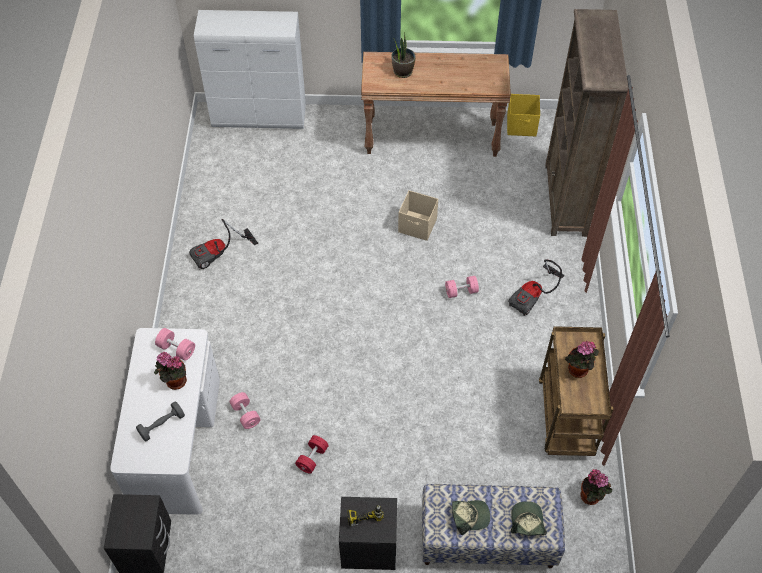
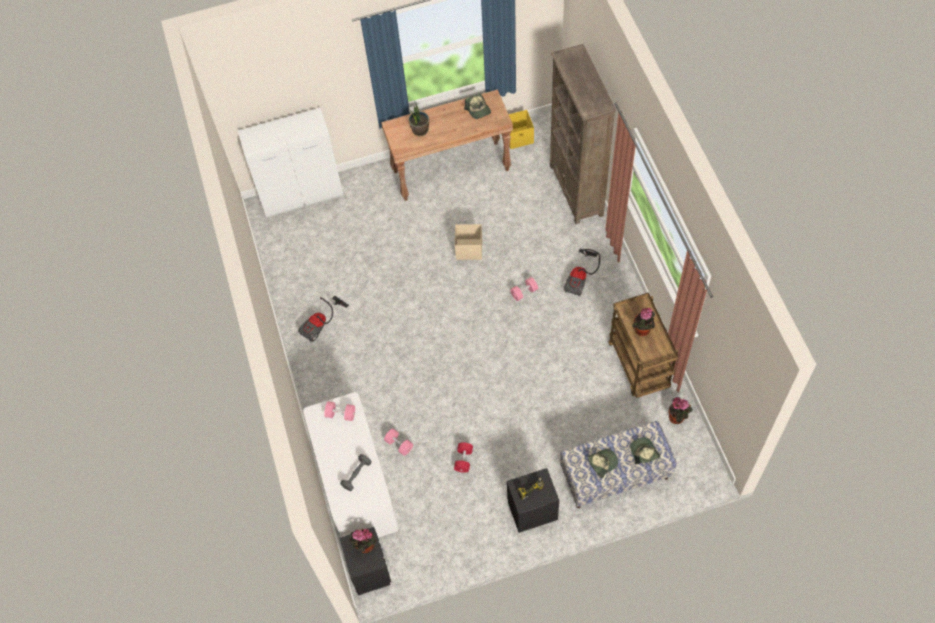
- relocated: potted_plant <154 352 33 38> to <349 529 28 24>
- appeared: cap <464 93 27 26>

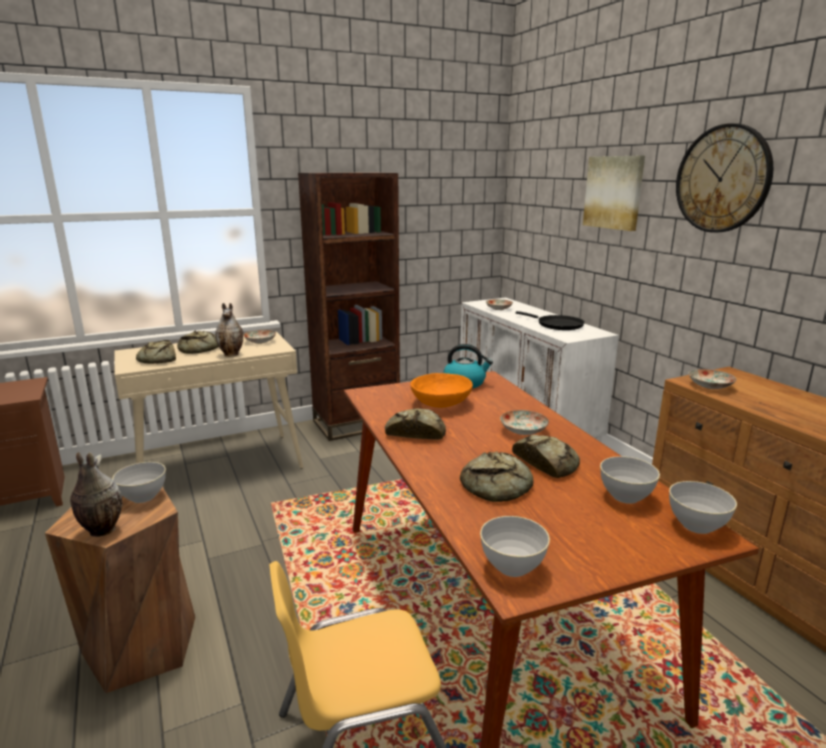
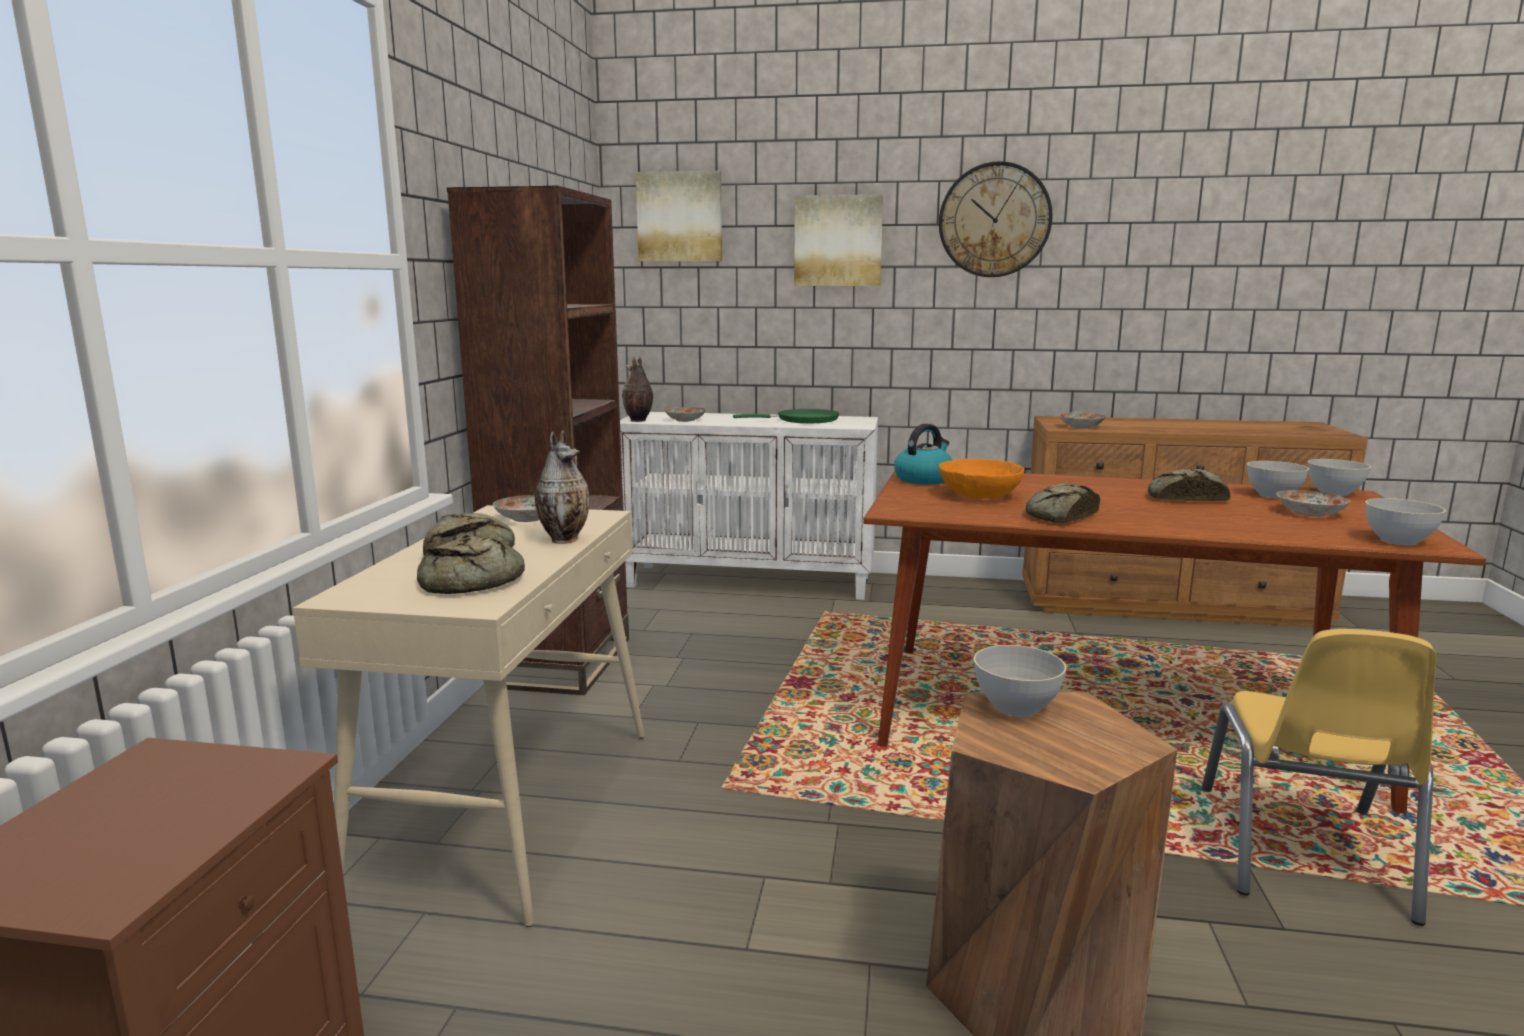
- relocated: vase <70 452 52 85> to <622 356 31 66>
- appeared: picture <636 171 86 91>
- colour: black_frying_pan <516 311 69 19> to green_frying_pan <733 409 106 14>
- relocated: plate <500 410 49 25> to <1276 490 75 27>
- missing: bread <460 451 74 51>

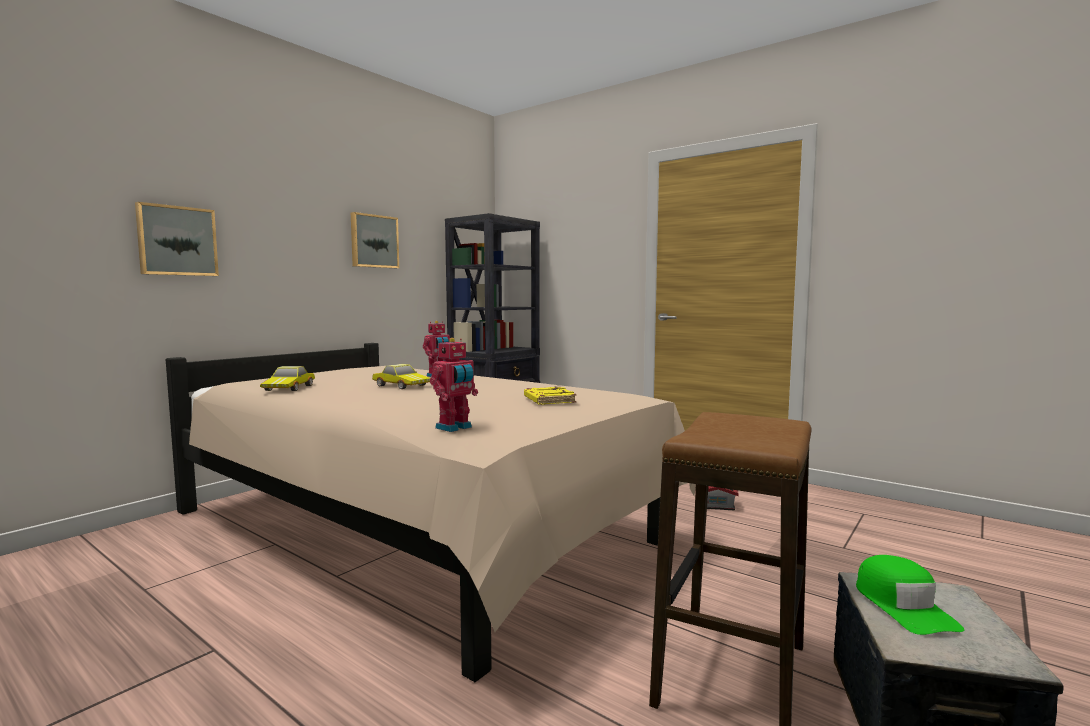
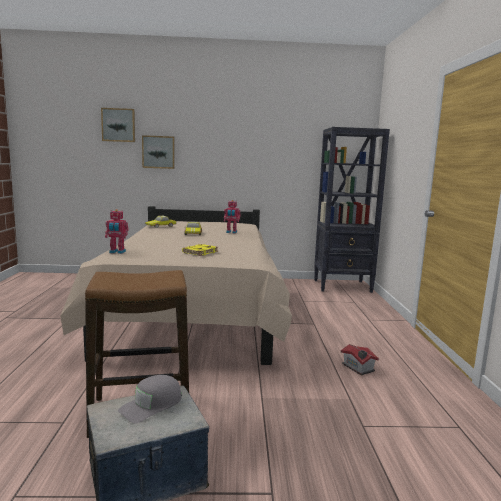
- relocated: picture <351 212 48 56> to <101 108 34 34>
- colour: green_cap <856 555 108 80> to grey_cap <118 375 64 48>

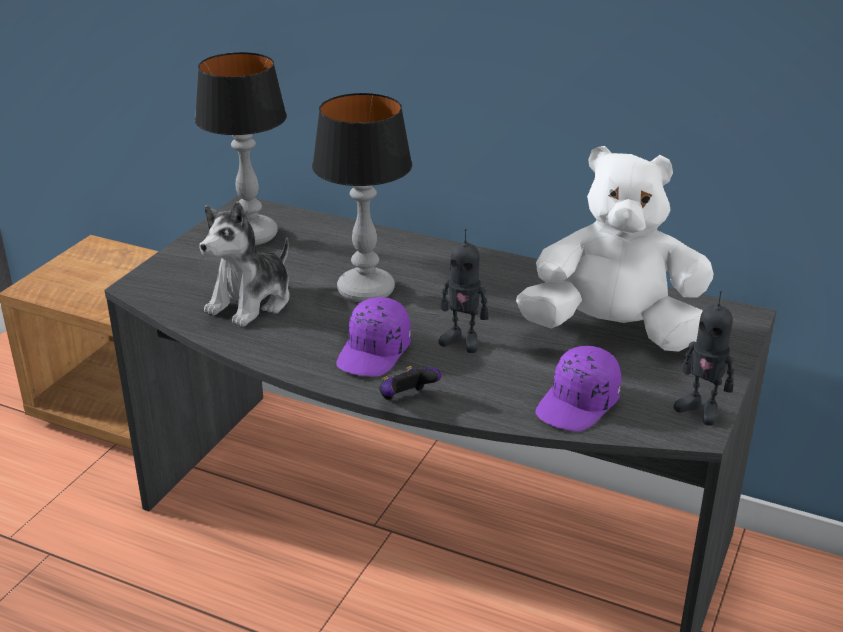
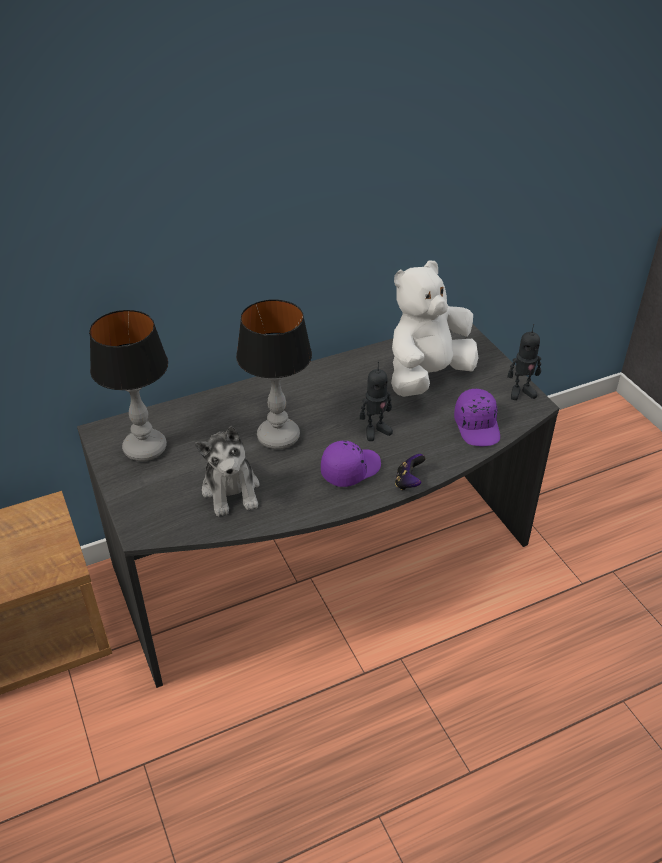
- spun: purple_cap <336 297 75 79> = <321 441 60 46> 105 degrees counterclockwise

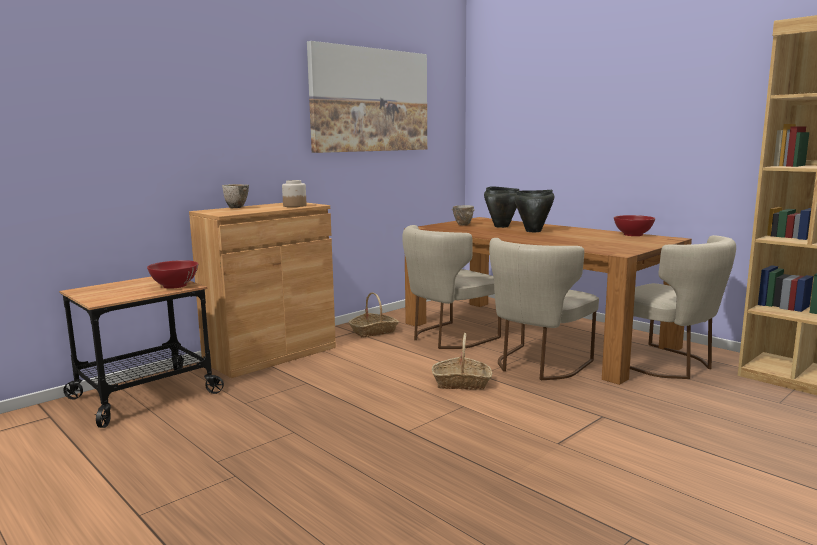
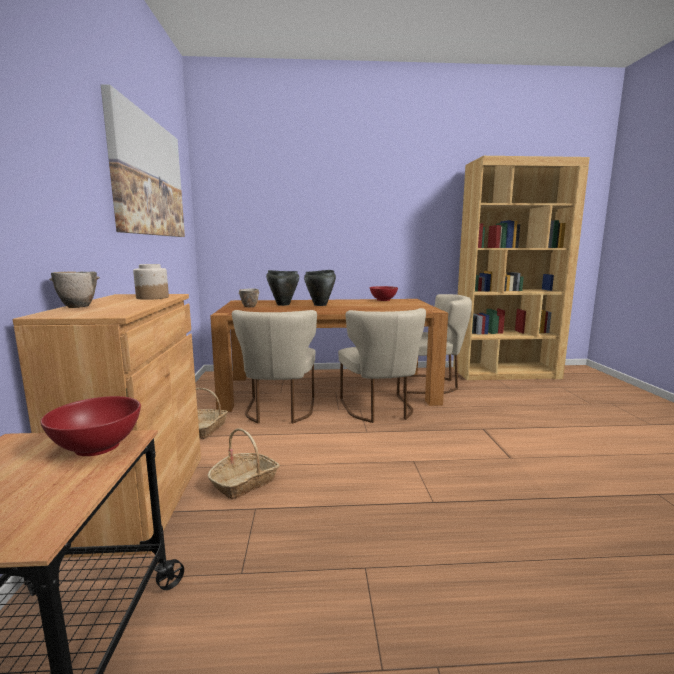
- relocated: basket <432 333 60 57> to <207 428 73 72>

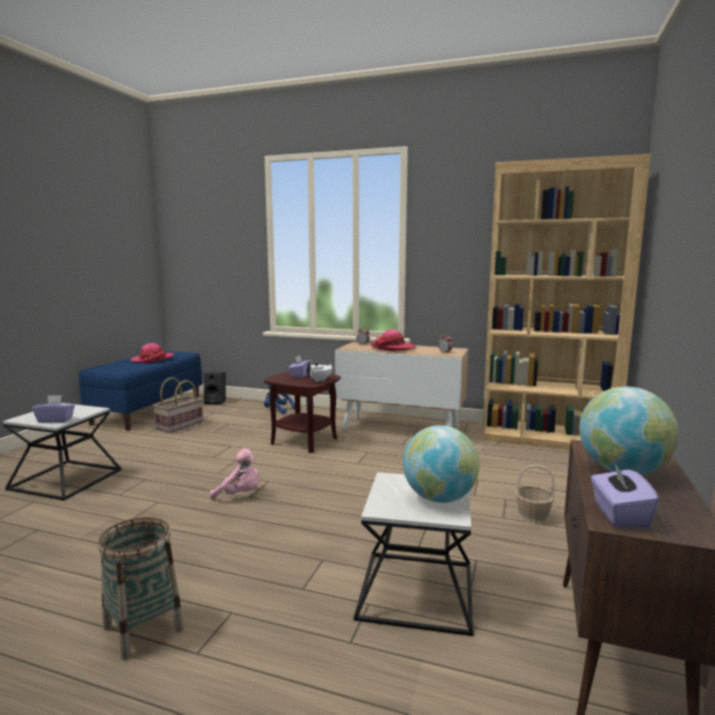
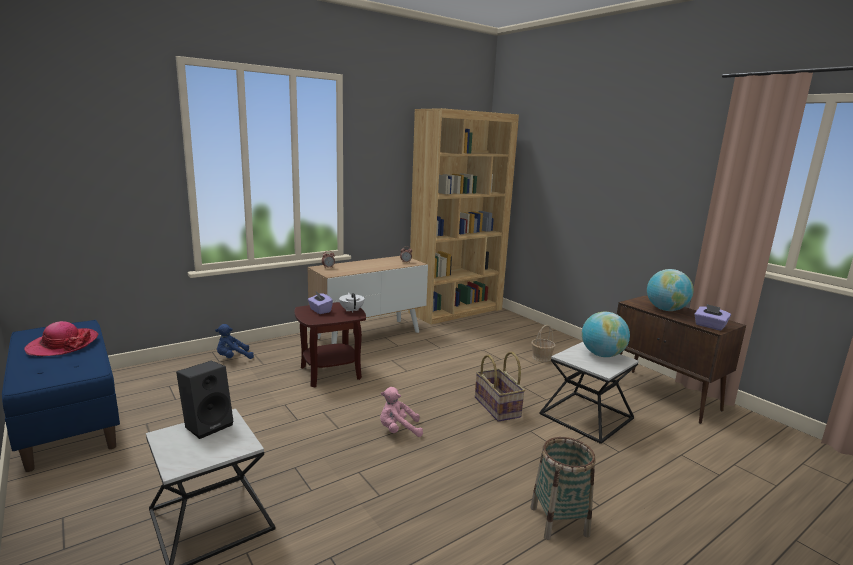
- relocated: black_speaker <204 372 22 33> to <176 361 58 78>
- spun: pink_plush_toy <209 448 50 52> = <380 387 43 50> 150 degrees counterclockwise
- relocated: basket <153 377 50 56> to <475 351 50 71>
- missing: purple_tissue_box <32 395 43 28>
- missing: hat <370 330 46 21>

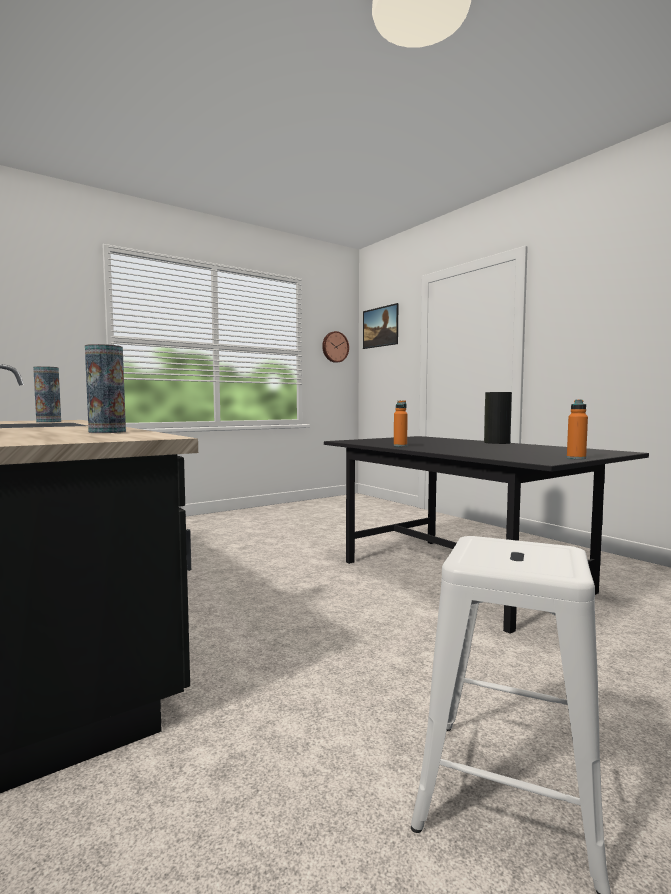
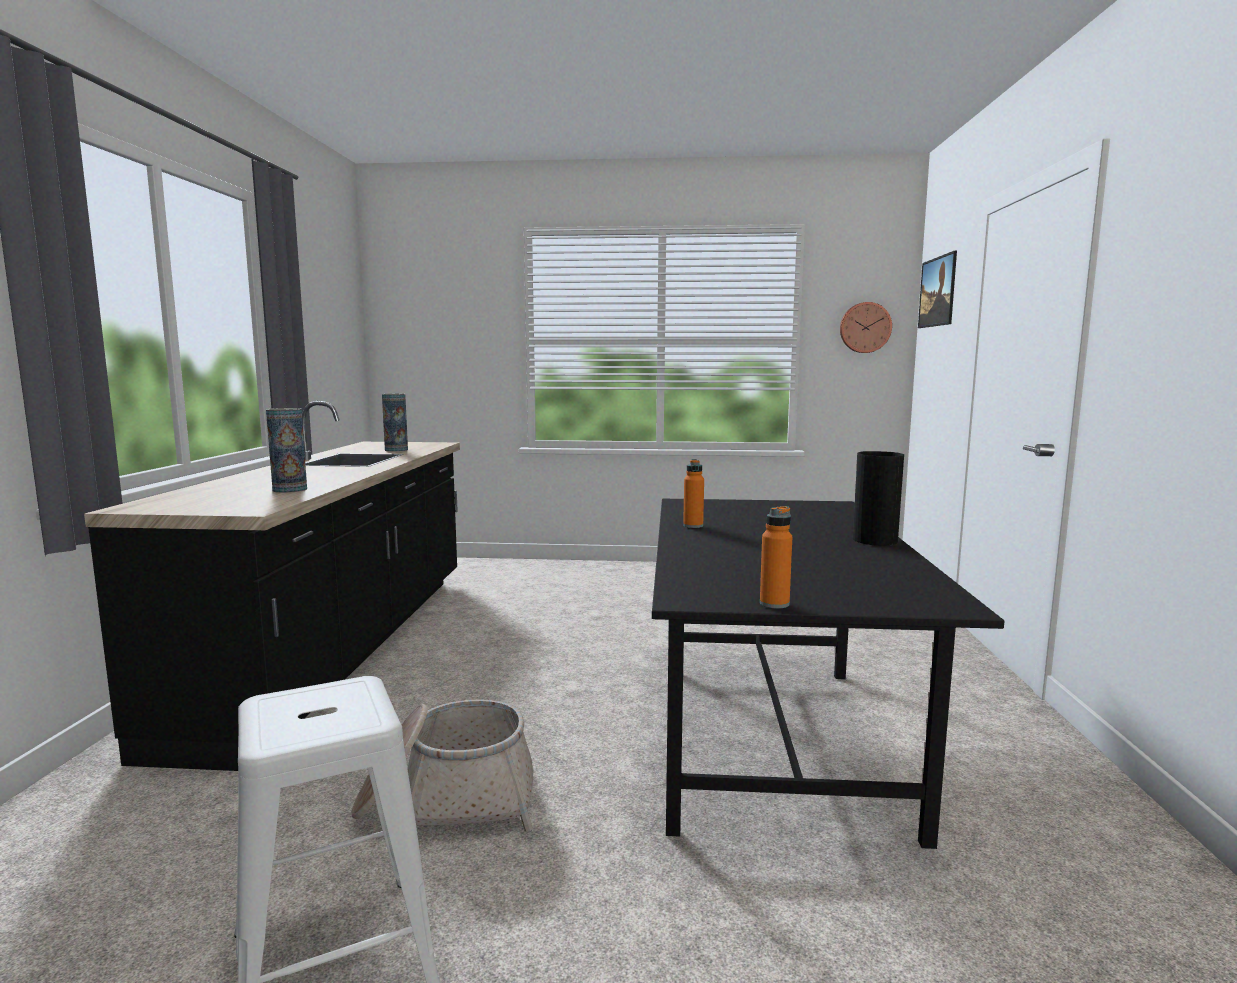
- appeared: basket <351 700 182 132>

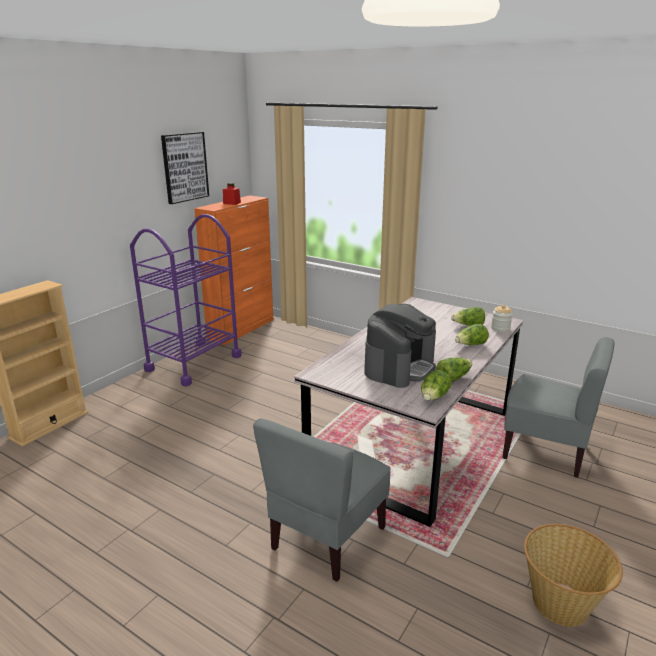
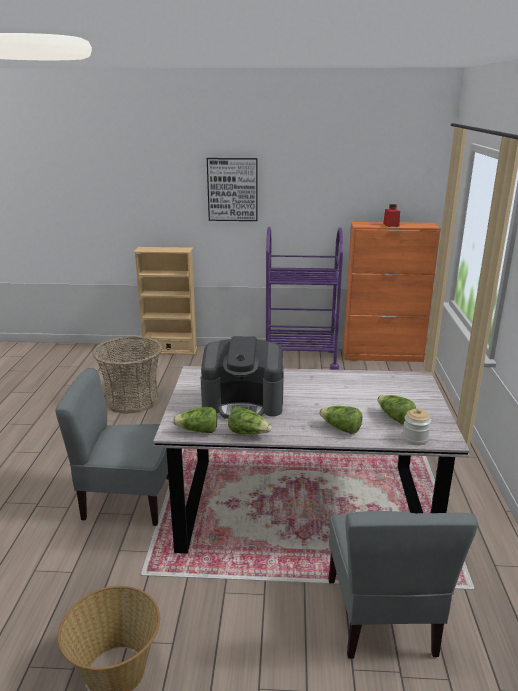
- appeared: basket <93 336 69 78>
- relocated: picture <161 132 48 72> to <207 158 50 63>

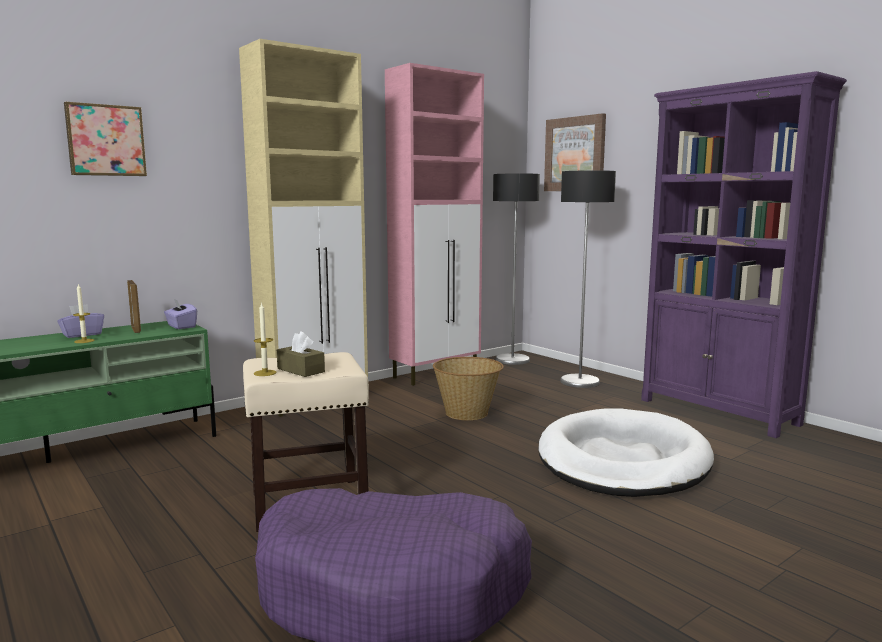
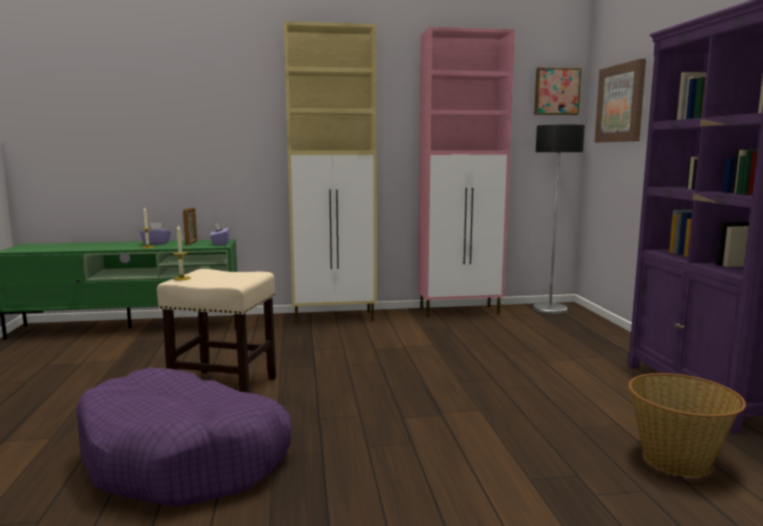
- relocated: picture <64 102 83 74> to <534 67 48 48>
- relocated: basket <433 357 71 63> to <628 373 118 104>
- missing: brown_tissue_box <277 331 48 46>
- missing: white_dog_bed <538 408 176 89>
- missing: floor_lamp <561 170 55 218>

